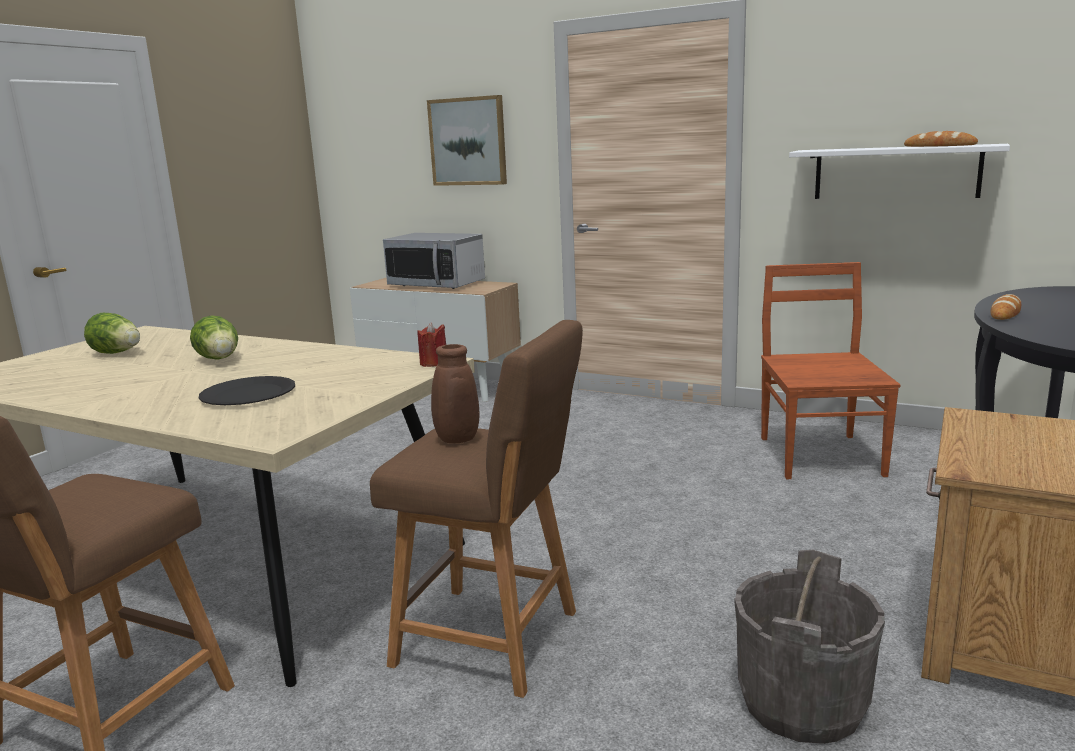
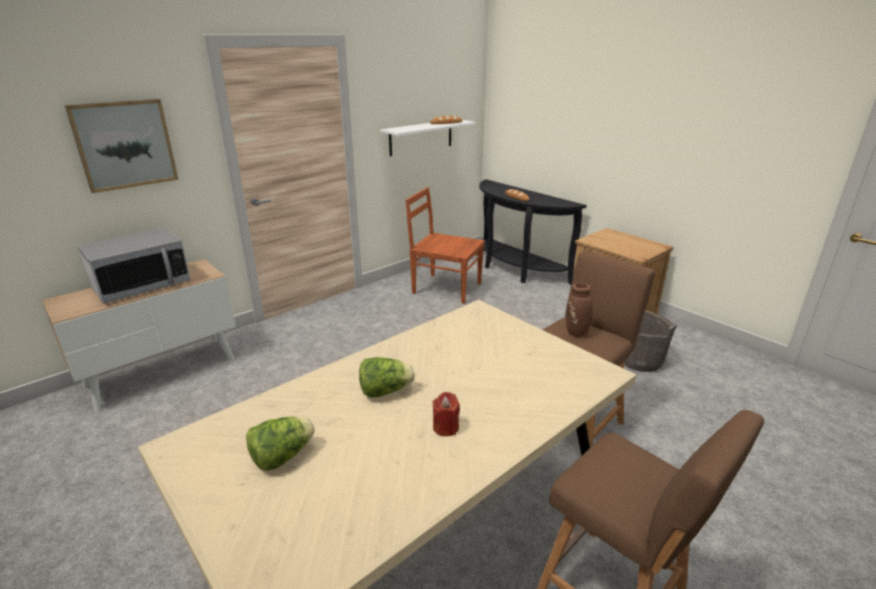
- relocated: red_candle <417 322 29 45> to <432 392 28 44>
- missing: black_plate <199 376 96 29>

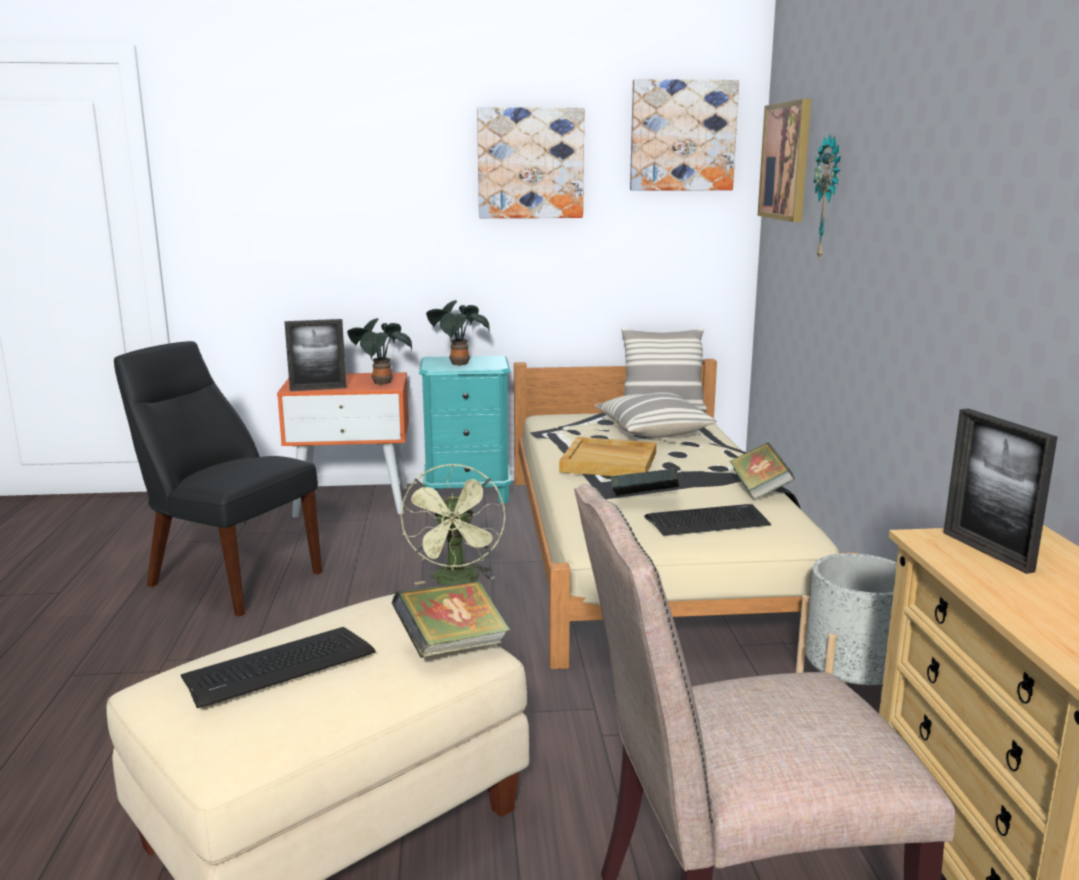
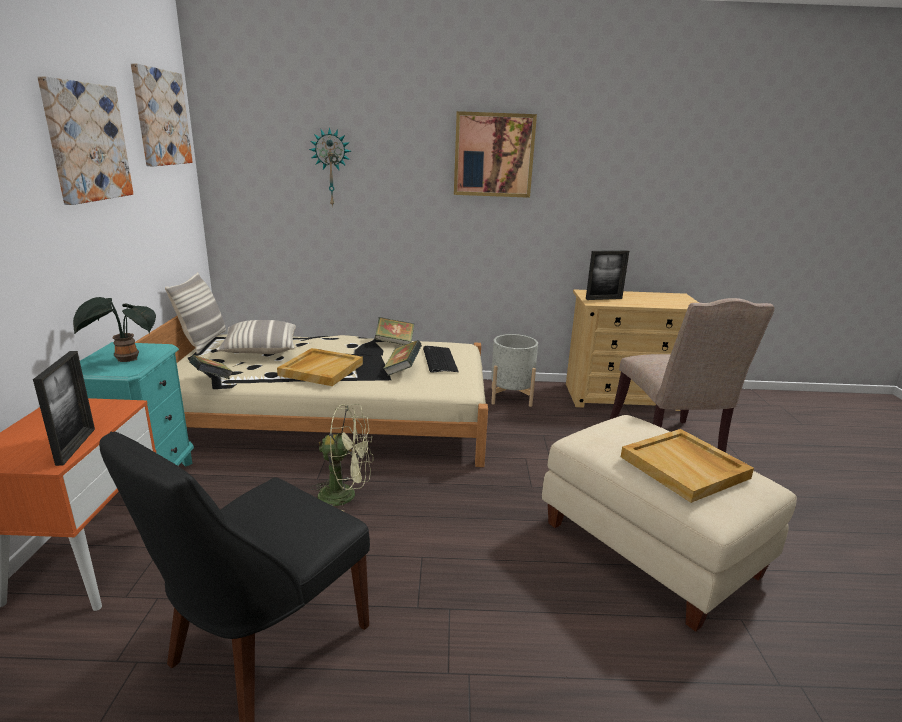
- relocated: book <391 580 119 78> to <189 355 44 24>
- relocated: picture <757 99 54 123> to <454 111 83 87>
- exchanged: keyboard <181 627 195 81> to beige_tray <621 429 133 74>
- missing: potted_plant <347 318 65 67>

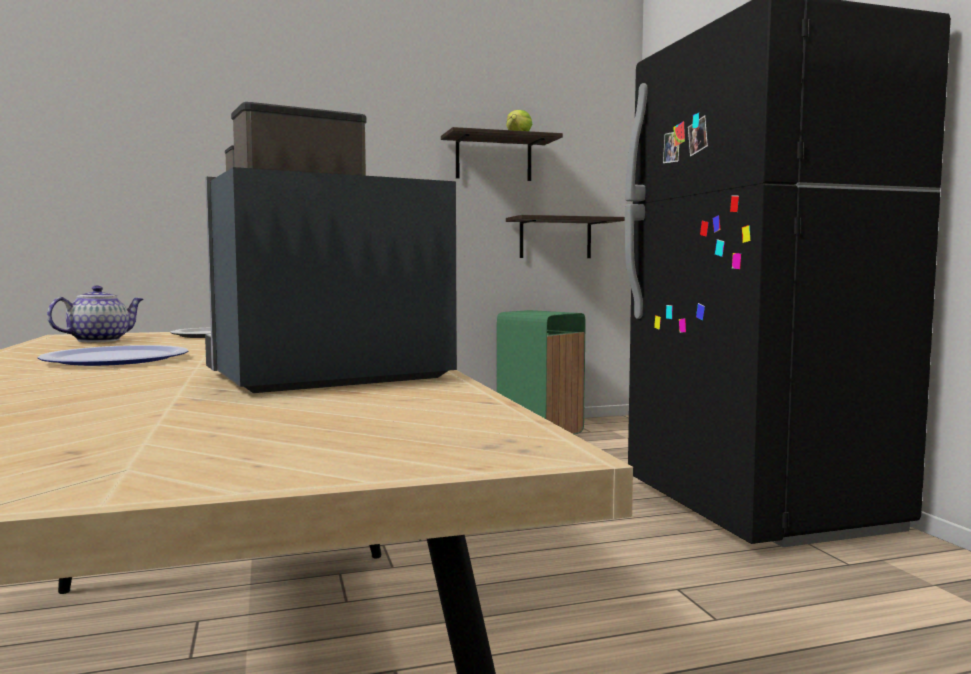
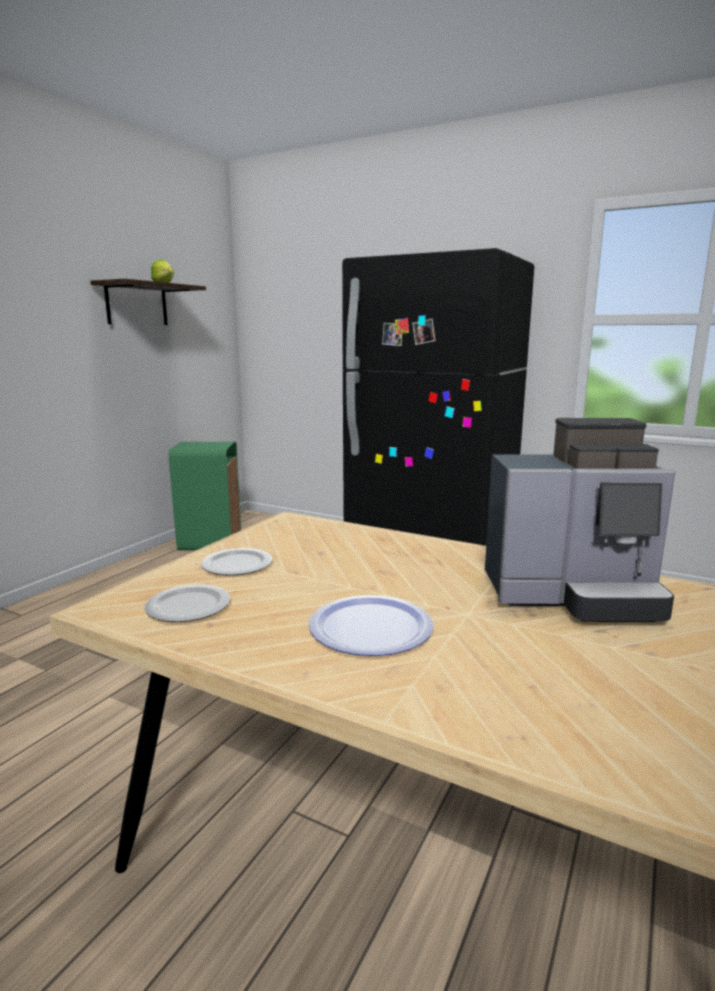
- exchanged: teapot <47 286 96 56> to plate <144 584 86 38>
- spun: coffee_machine <205 102 252 291> = <485 418 191 204> 105 degrees counterclockwise
- missing: shelf <506 215 119 43>

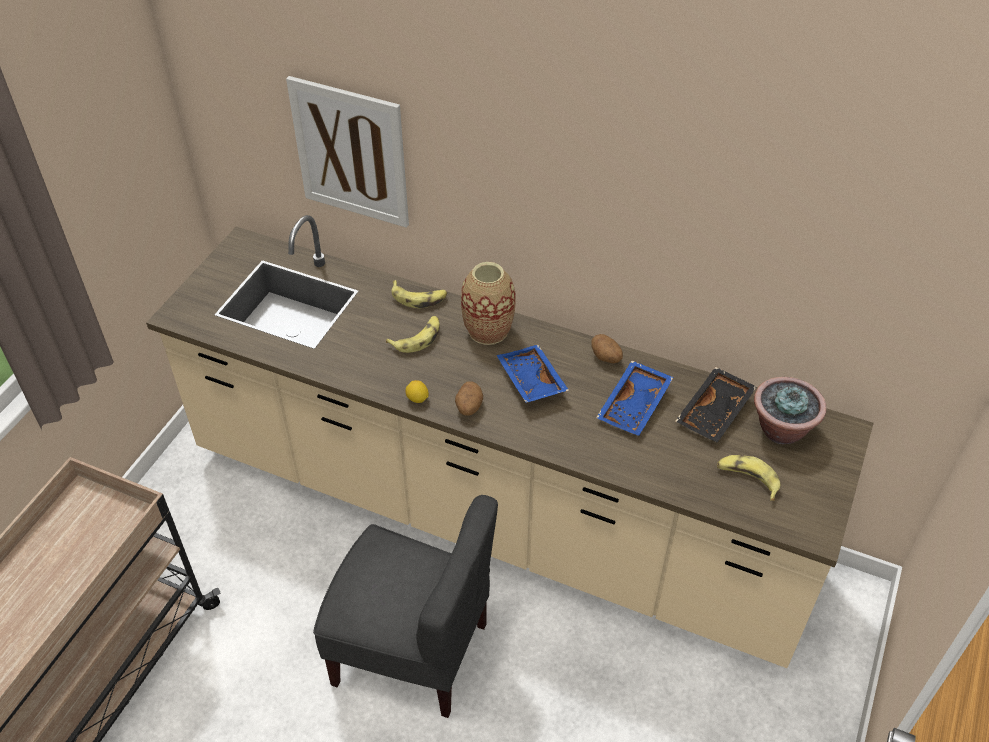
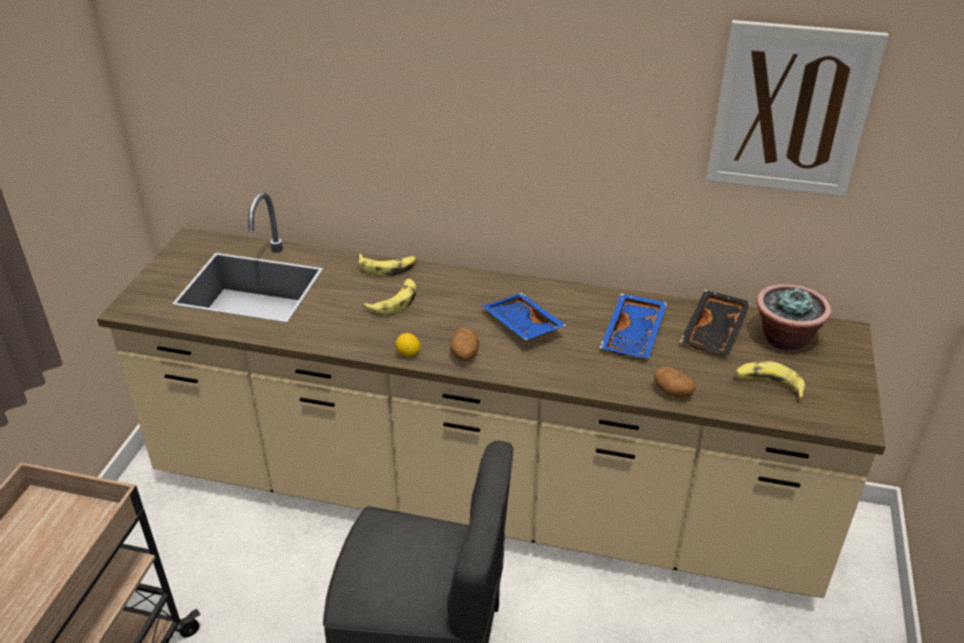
- relocated: potato <592 334 31 29> to <654 366 42 32>
- relocated: picture <286 76 123 152> to <706 20 183 177>
- missing: vase <461 262 55 83>

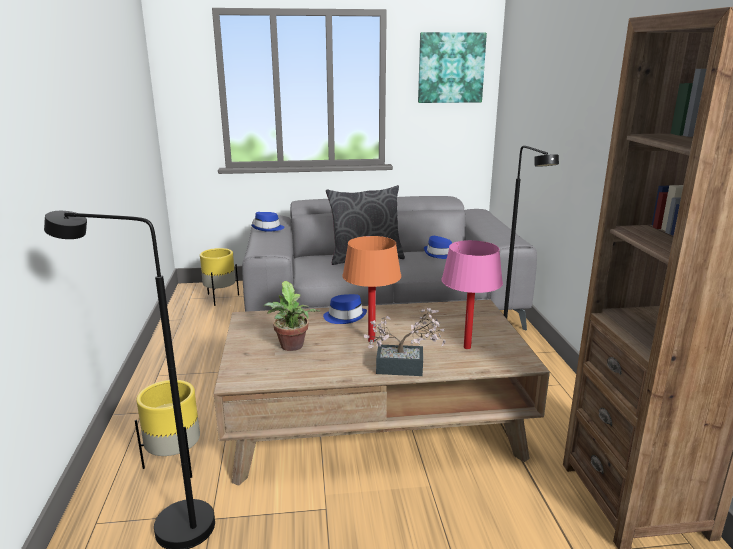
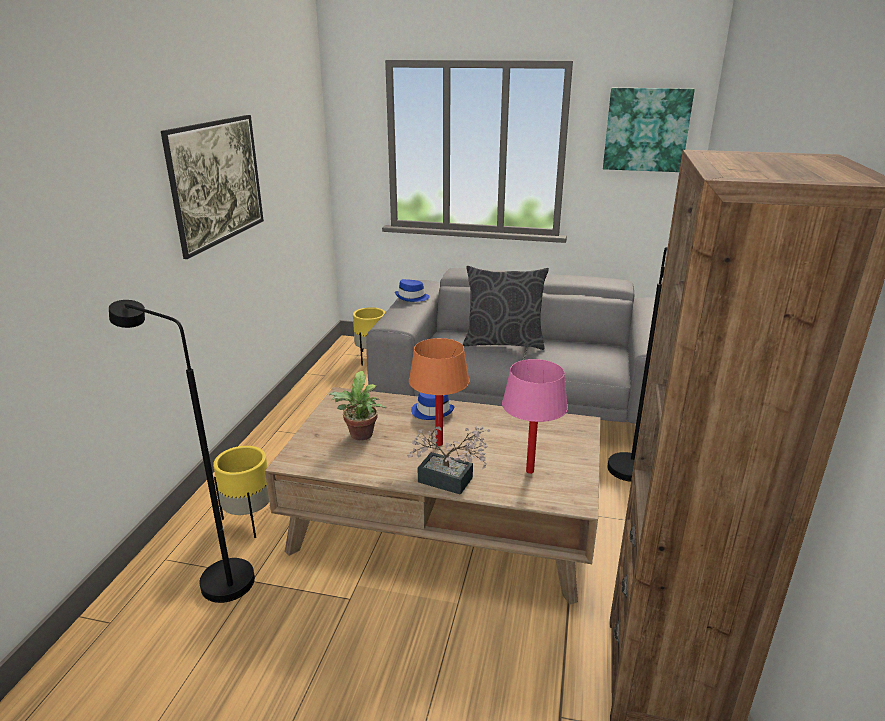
- appeared: picture <161 115 103 144>
- missing: blue_hat <424 236 28 23>

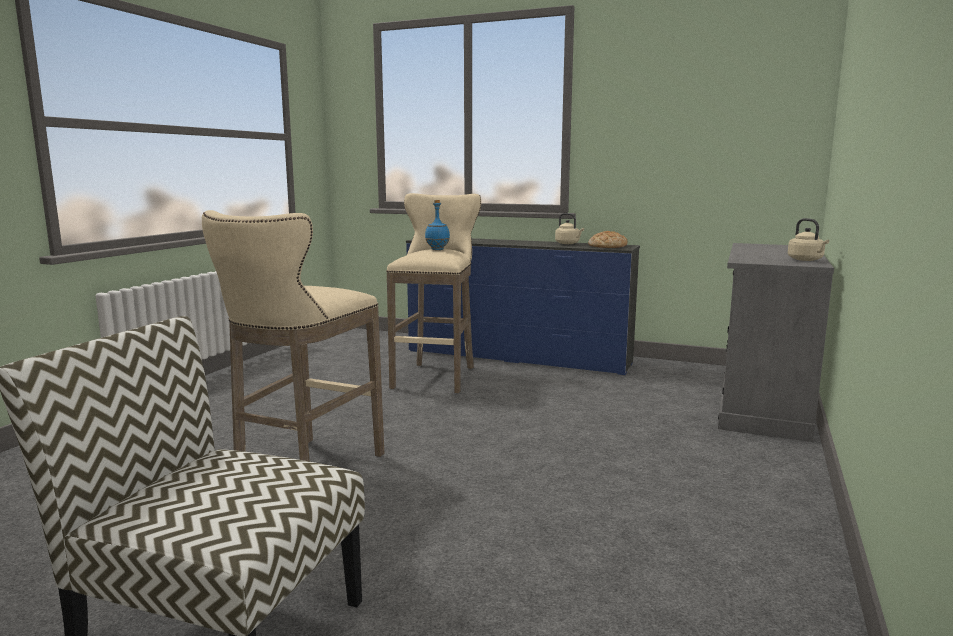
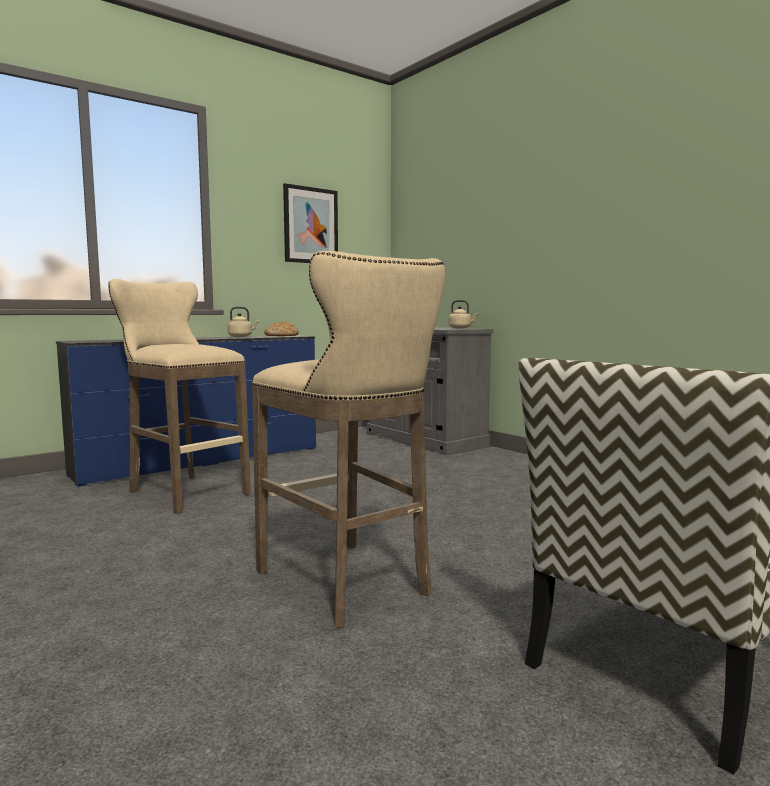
- appeared: picture <283 183 55 80>
- missing: blue_bottle <425 200 25 50>

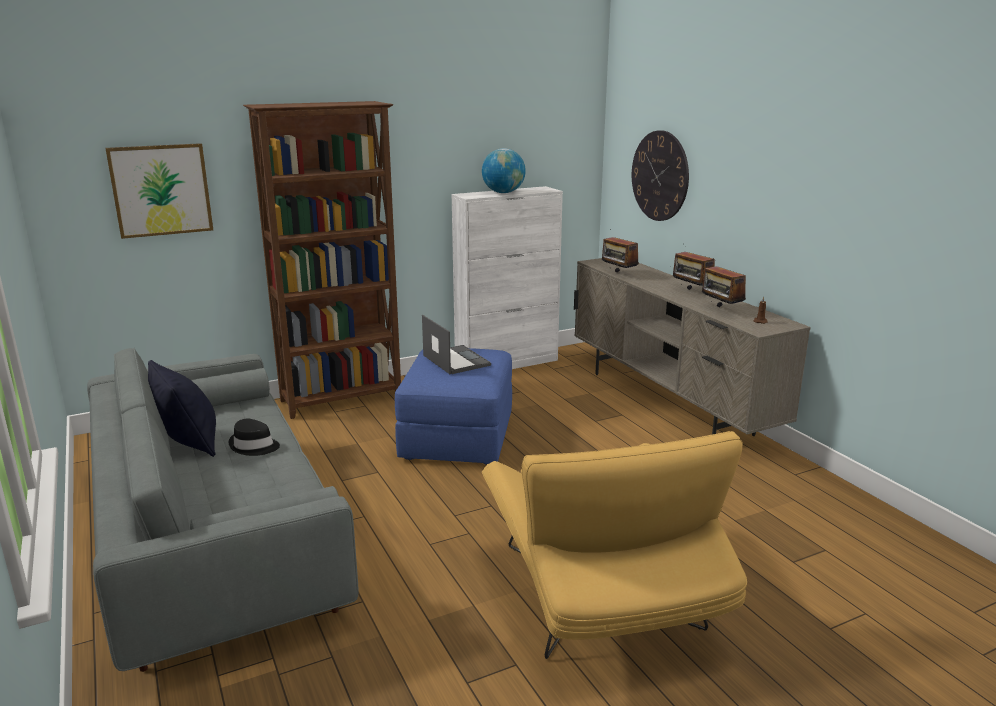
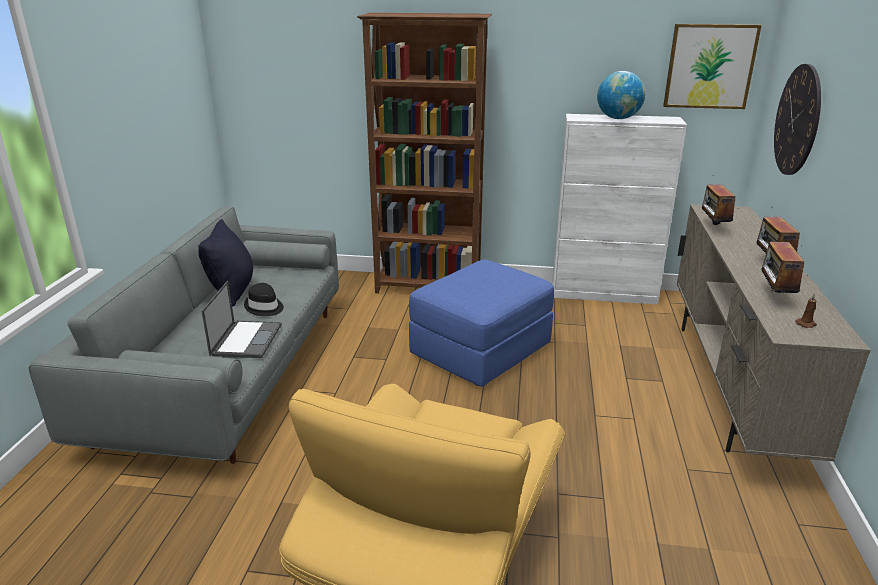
- relocated: laptop <422 315 69 60> to <202 281 80 77>
- relocated: picture <105 143 108 96> to <663 24 99 85>

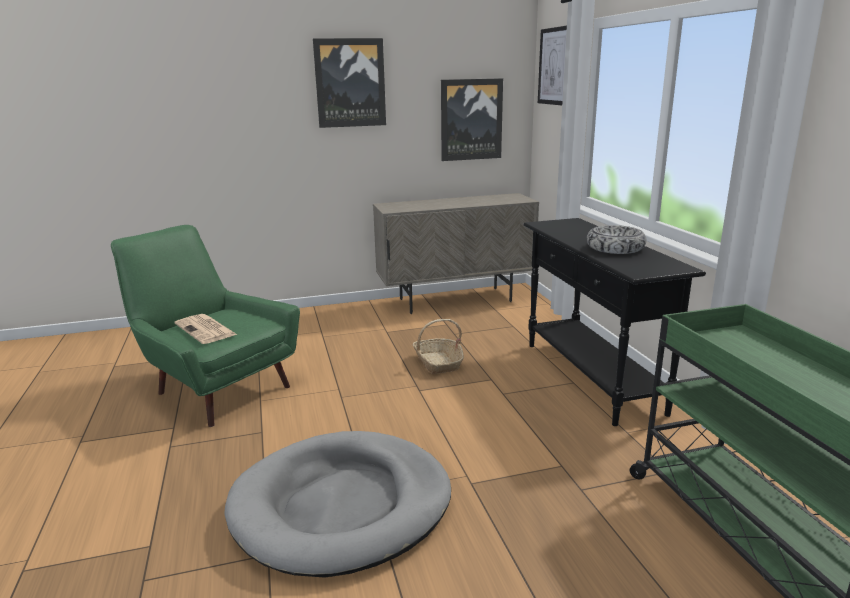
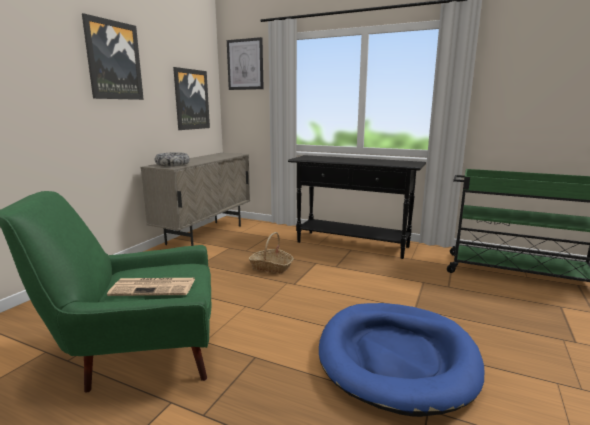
- relocated: bowl <587 225 59 29> to <155 152 35 14>
- colour: grey_dog_bed <224 431 227 147> to blue_dog_bed <319 303 165 114>

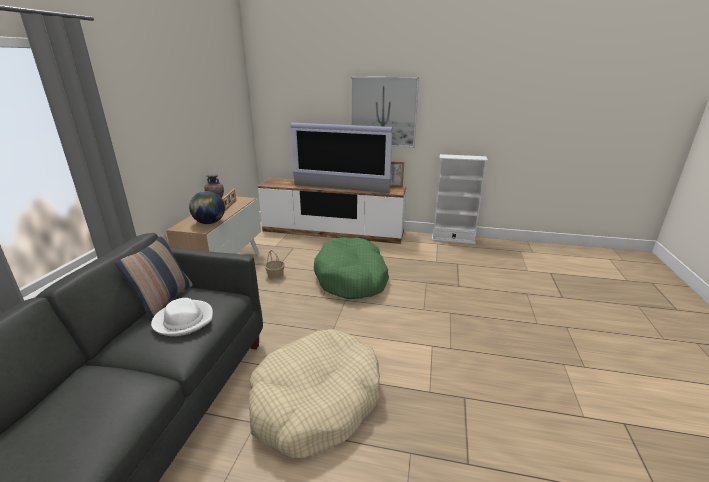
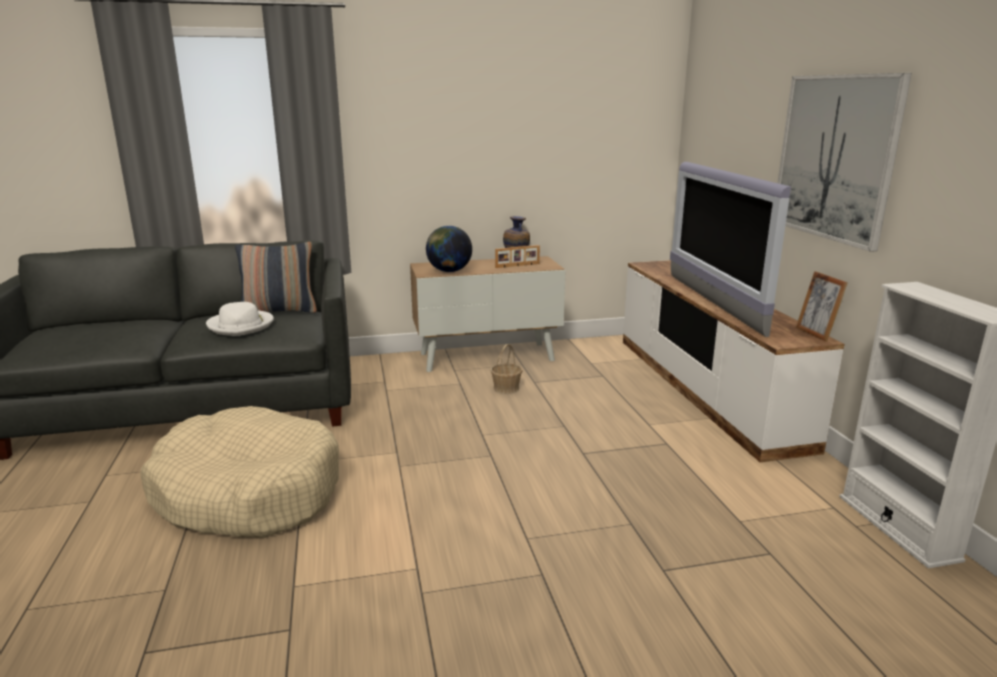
- missing: green_dog_bed <314 237 75 62>

